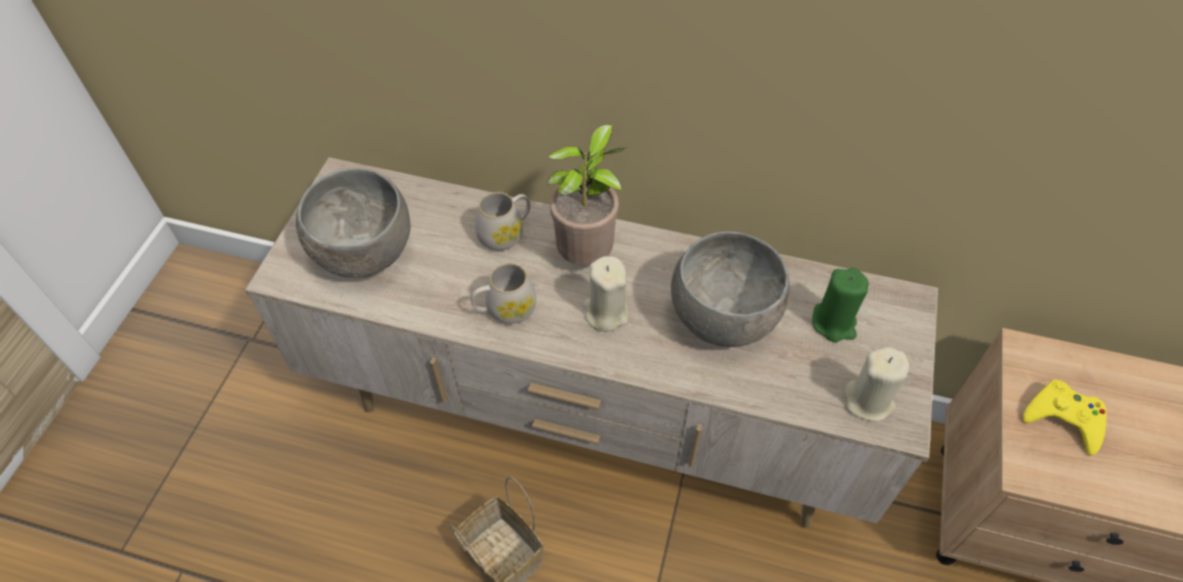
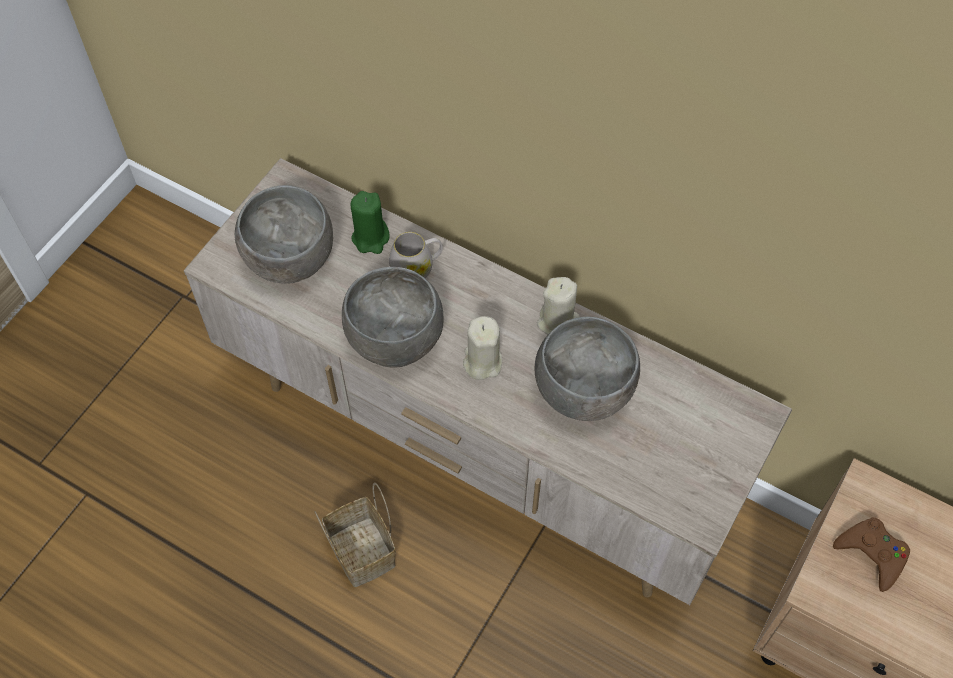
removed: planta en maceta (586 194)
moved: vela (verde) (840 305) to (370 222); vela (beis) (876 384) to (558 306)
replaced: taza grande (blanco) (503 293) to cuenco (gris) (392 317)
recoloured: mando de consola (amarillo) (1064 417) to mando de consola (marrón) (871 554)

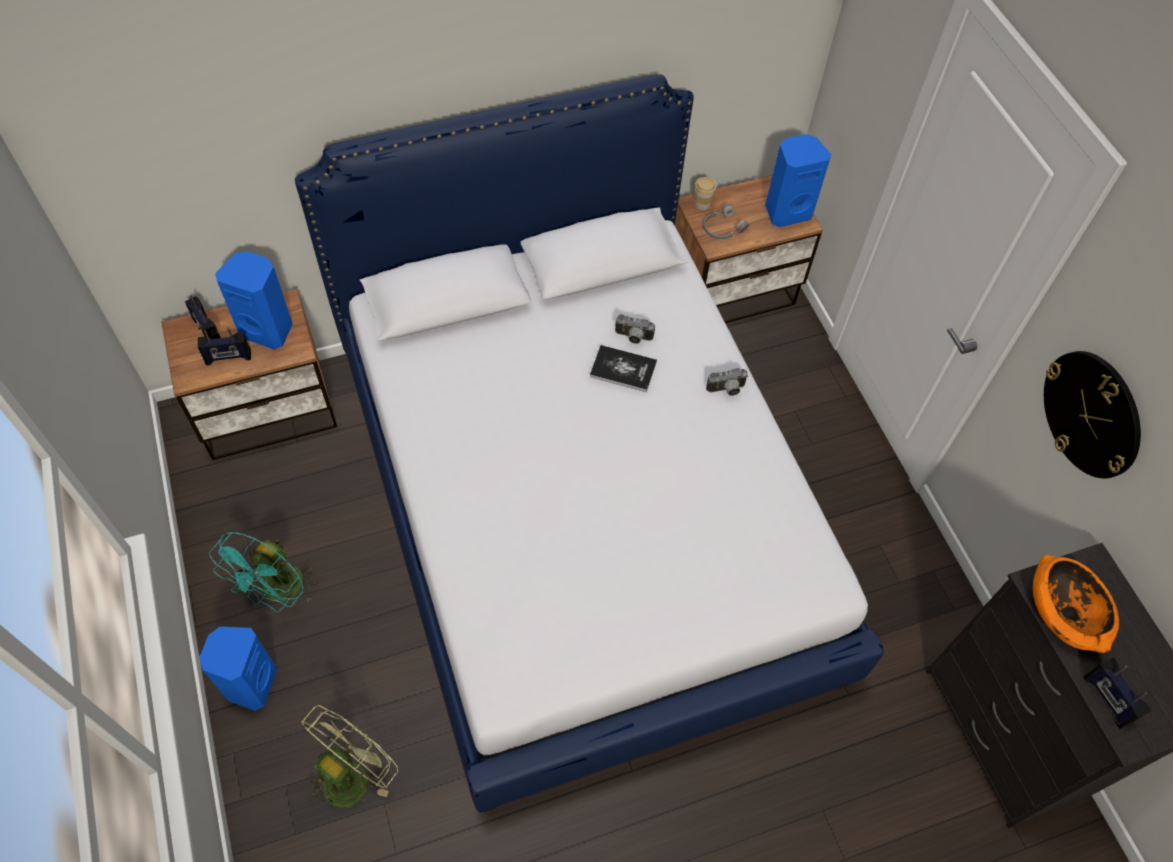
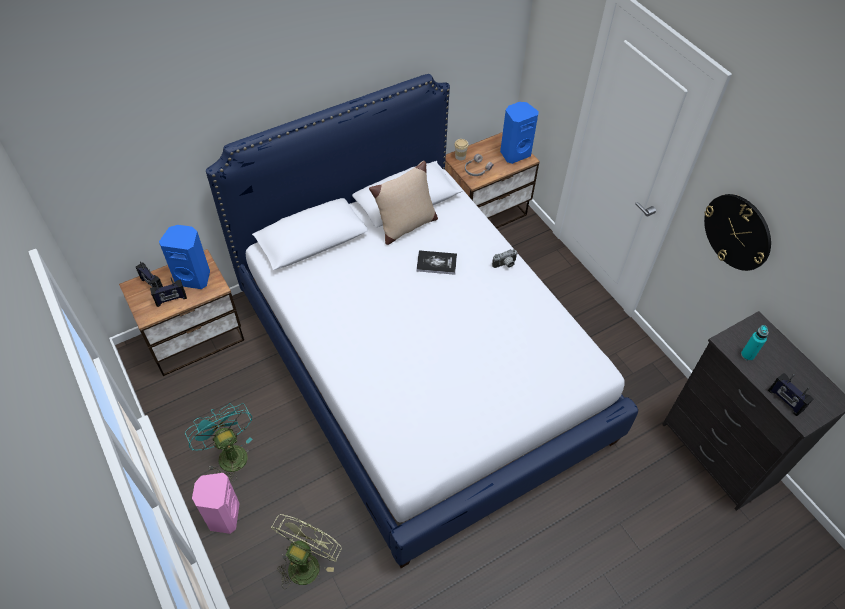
removed: cámara (635 329)
added: cojín (beis) (403 203)
replaced: cuenco (naranja) (1076 604) to botella (turquesa) (755 343)
recoloured: altavoz (azul) (238 668) to altavoz (rosa) (216 503)
turned: ventilador (turquesa) (263 572) = (218 442) 135 degrees clockwise

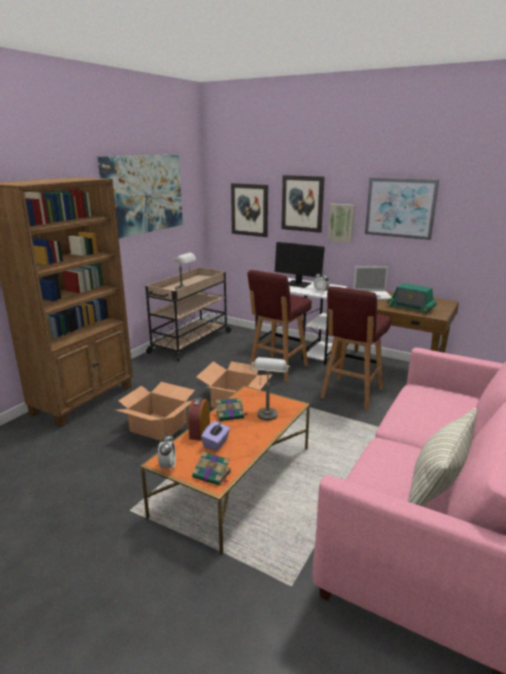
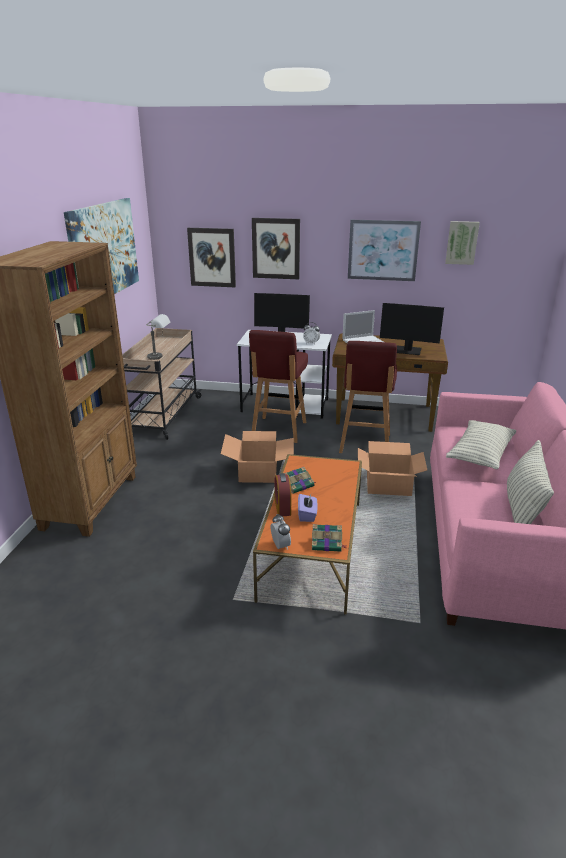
removed: lámpara de mesa (gris) (270 389)
added: cojín (481 444)
moved: caja de cartón (155 412) to (392 468); cuadro (341 223) to (462 243)
replaced: radio (412 298) to monitor (412 329)

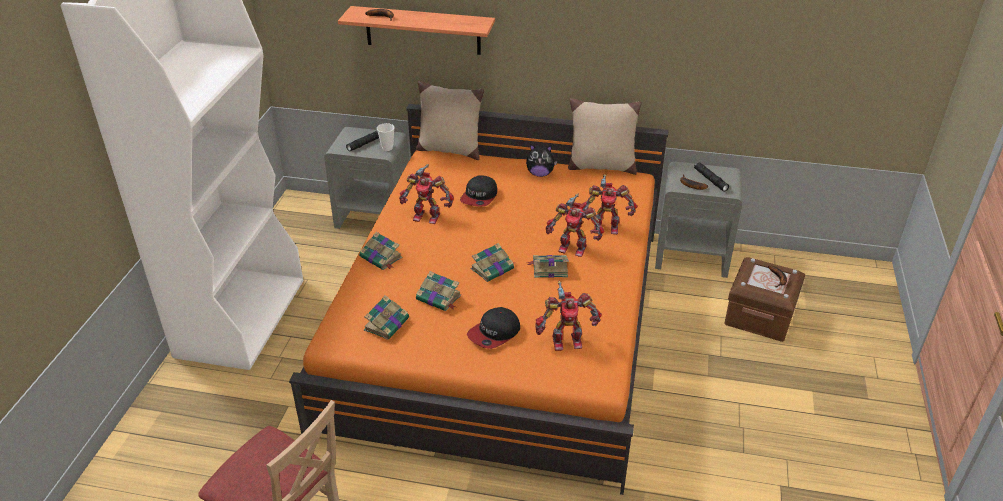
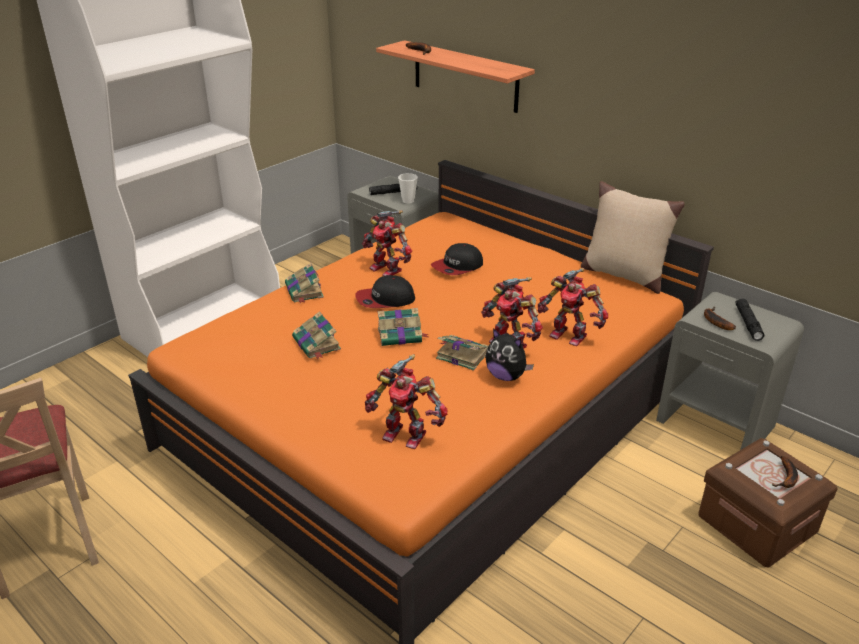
removed: libro (386 317); cojín (beis) (450 120)
moved: gorra (493 328) to (385 291); peluche (541 160) to (509 354)

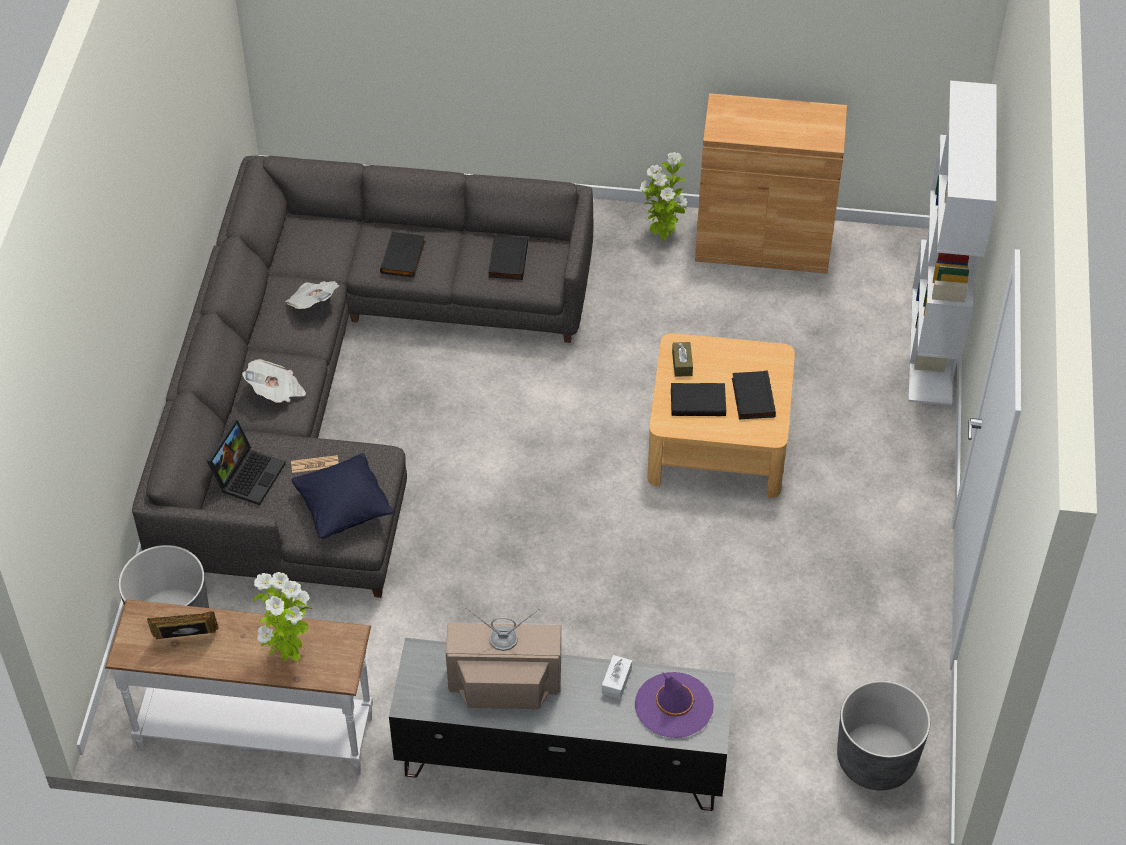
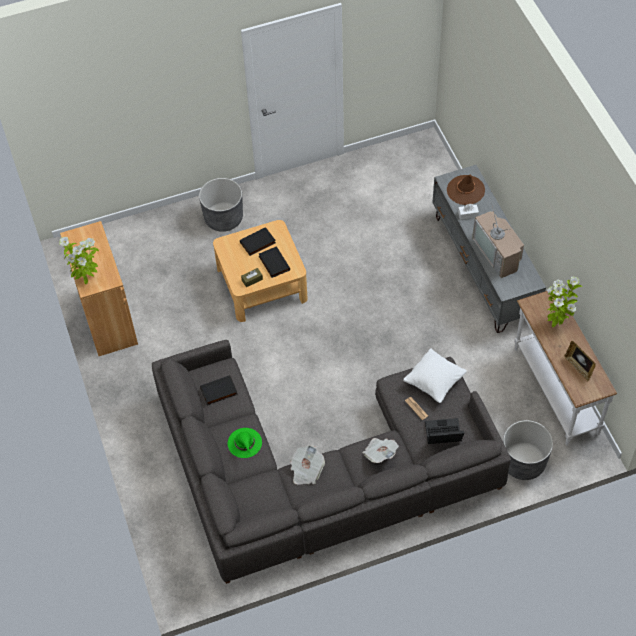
removed: estantería (blanco) (952 243)
moved: planta en maceta (664 196) to (79 261); maceta (gris) (883 735) to (221 205)
replaced: libro (negro) (402 254) to sombrero (verde) (245 443)
recoloured: cojín (negro) (342 496) to cojín (blanco) (435 375); sombrero (morado) (674 705) to sombrero (marrón) (466 190)

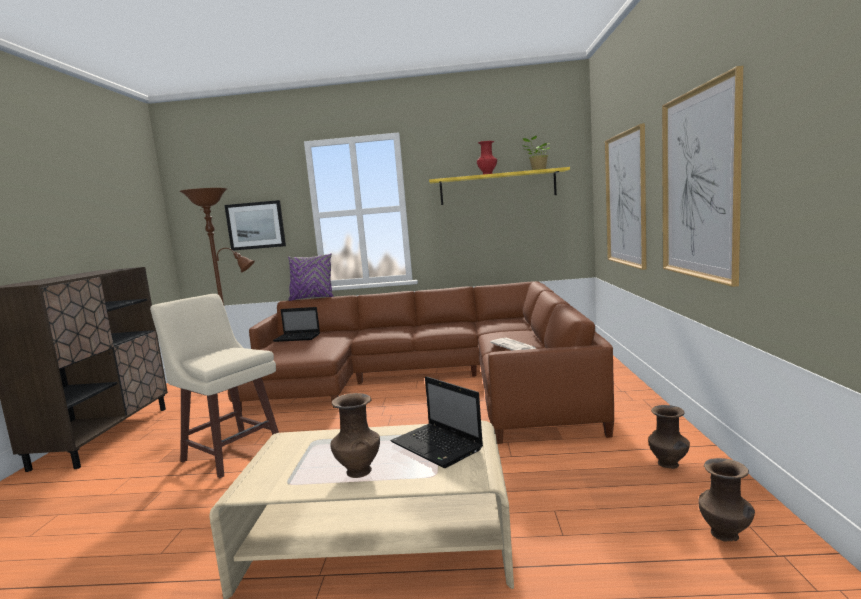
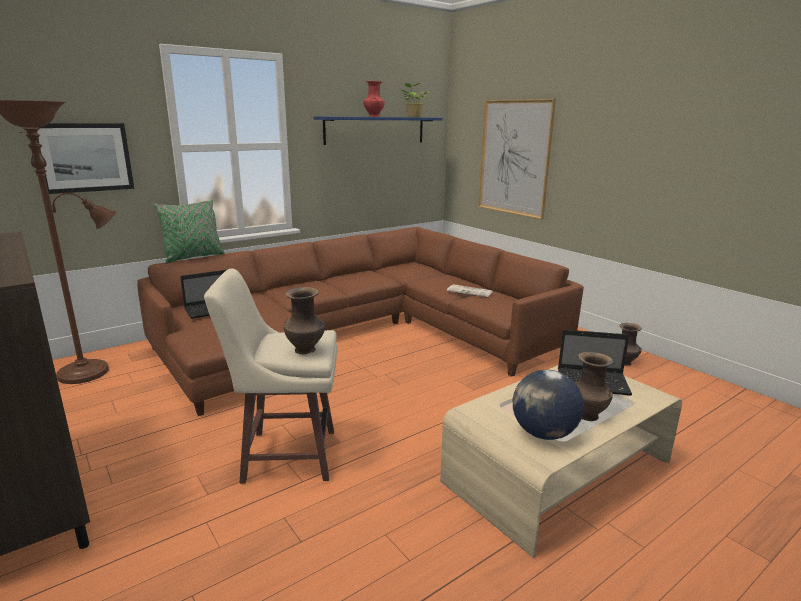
removed: cuadro (702 176)
added: globo terráqueo (548 405)
moved: florero (marrón) (727 500) to (304 320)
recoloured: cojín (morado) (310 277) to cojín (verde) (189 232); estante (amarillo) (499 186) to estante (azul) (378 130)

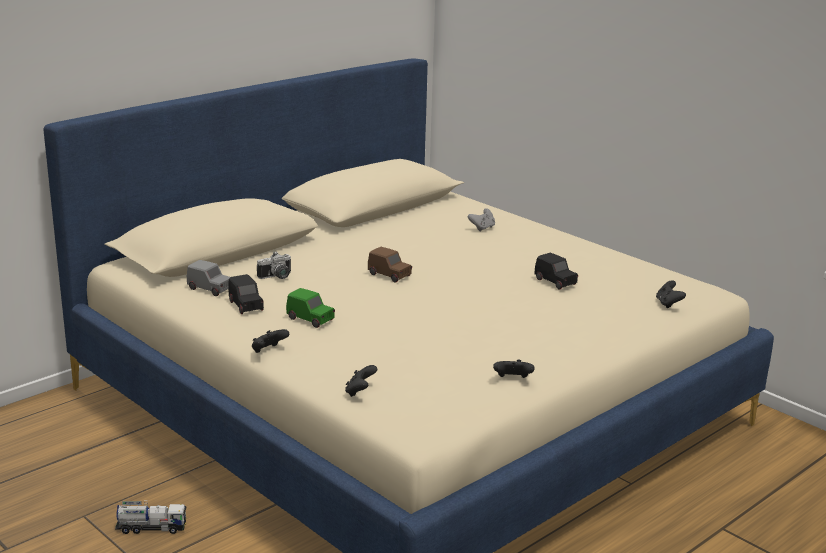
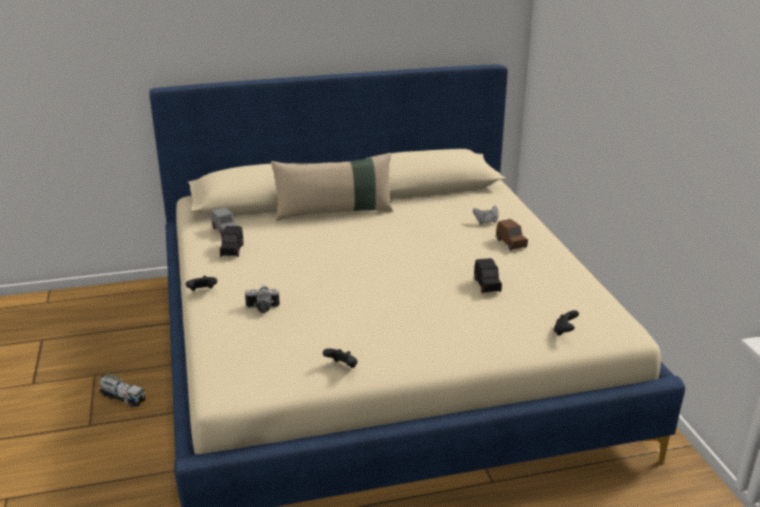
removed: coche de juguete (verde) (310 308); mando de consola (negro) (361 381)
added: cojín (beis) (332 186)
moved: cámara (274 265) to (262 299); coche de juguete (marrón) (390 264) to (512 235)

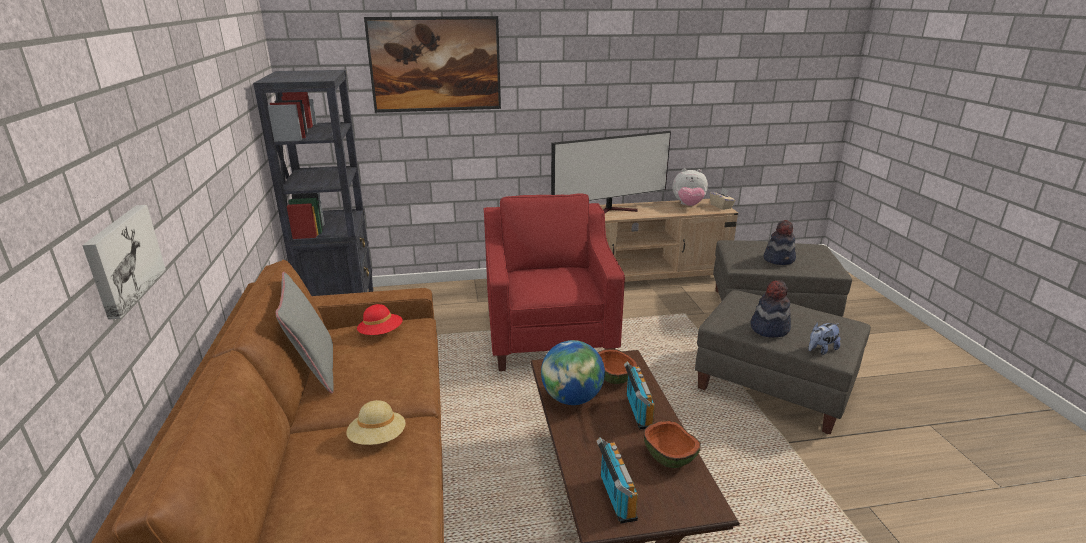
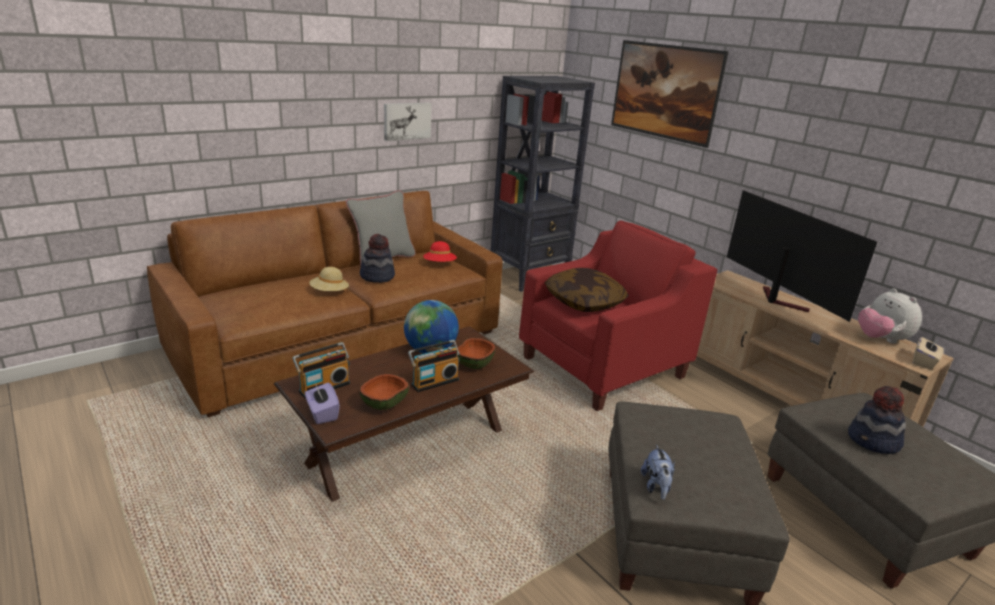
added: caja de pañuelos (morado) (322 403); cojín (587 290)
moved: cuadro (124 262) to (408 122); sombrero (771 309) to (377 258)
turned: televisor (611 172) = (802 256) 150 degrees counterclockwise; peluche (824 338) = (658 472) 120 degrees counterclockwise

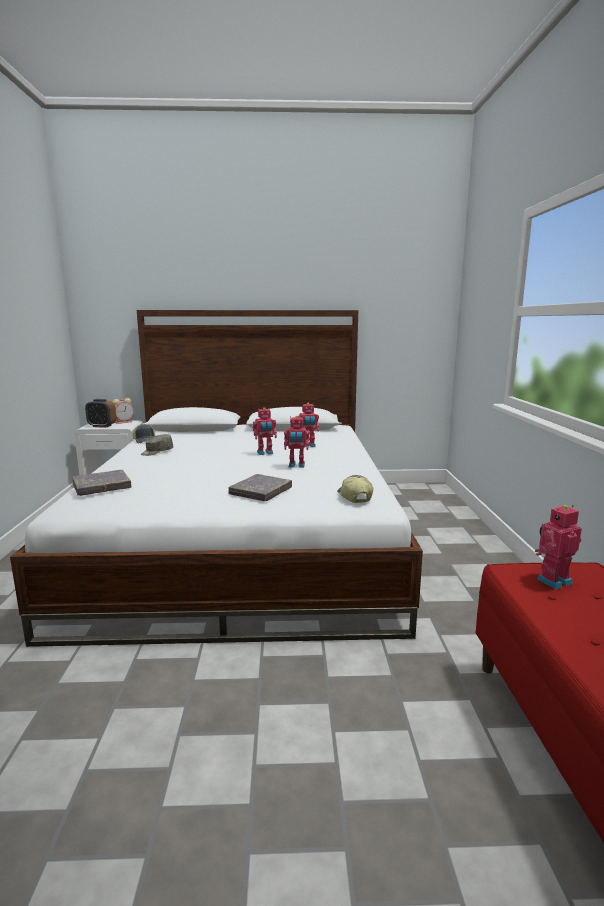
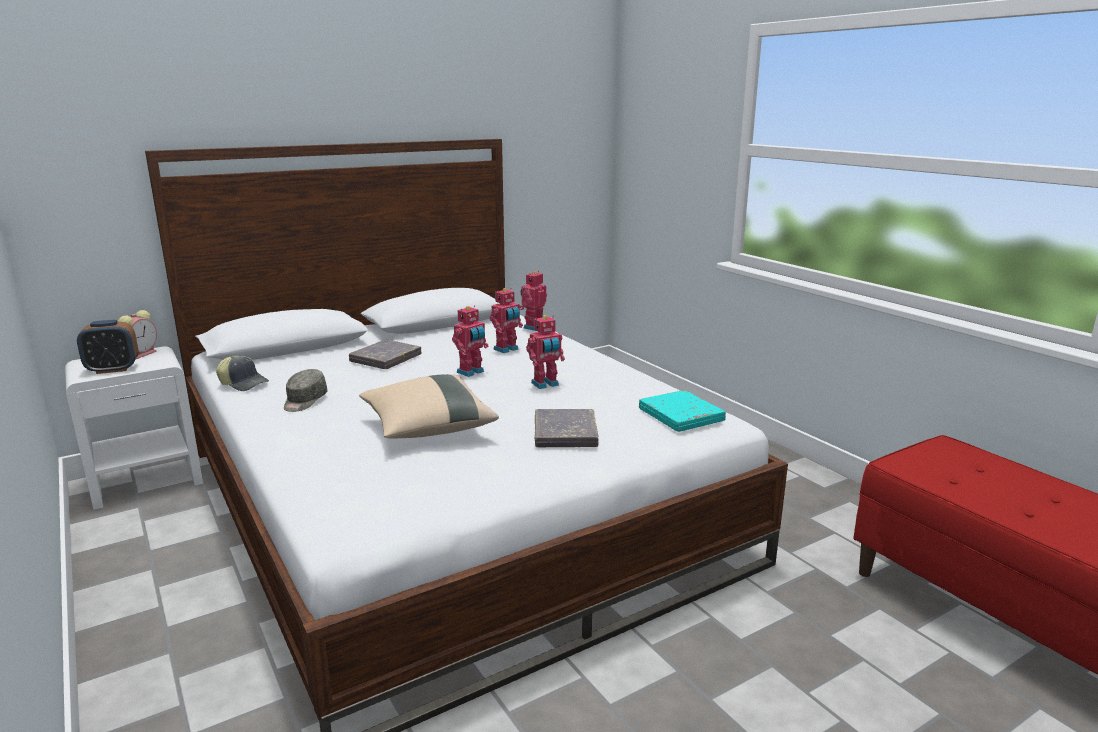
added: cojín (beis) (429 406)
moved: libro (gris) (101 483) to (385 354); robot de juguete (558 547) to (533 301)
replaced: gorra (355 489) to libro (turquesa) (682 411)

